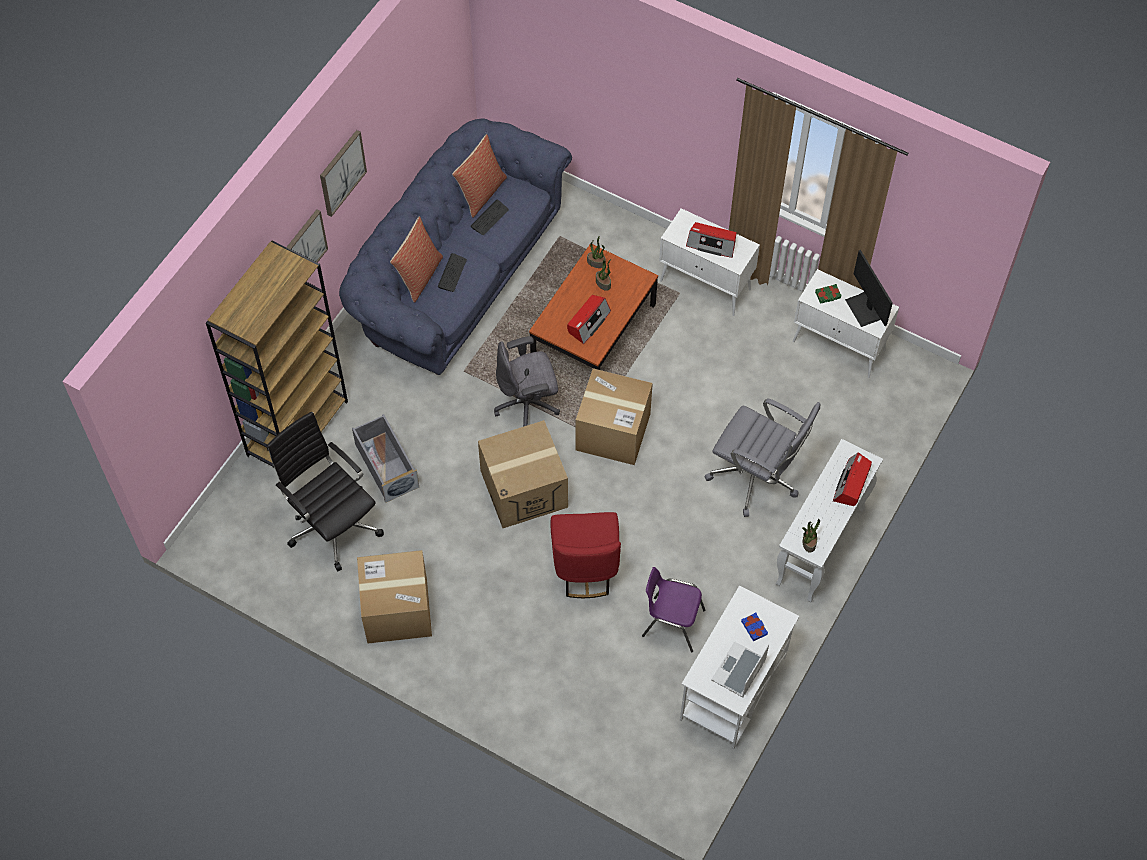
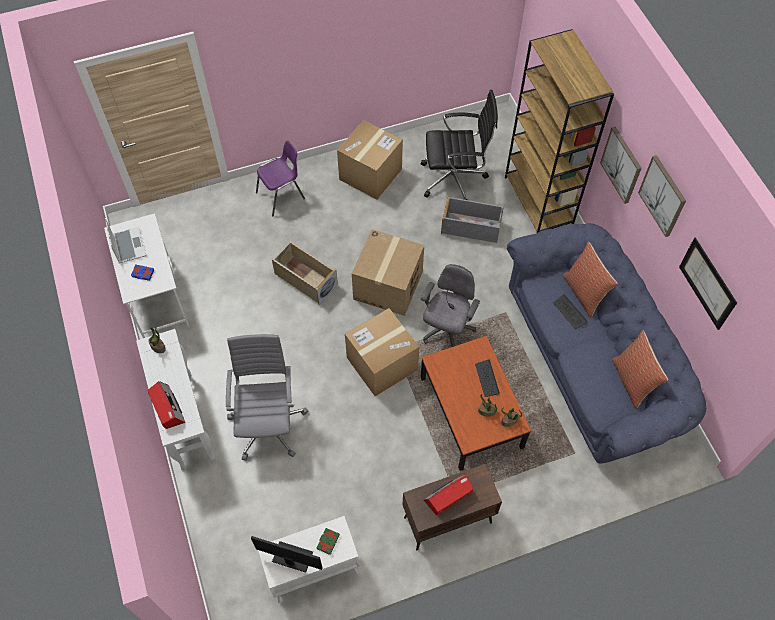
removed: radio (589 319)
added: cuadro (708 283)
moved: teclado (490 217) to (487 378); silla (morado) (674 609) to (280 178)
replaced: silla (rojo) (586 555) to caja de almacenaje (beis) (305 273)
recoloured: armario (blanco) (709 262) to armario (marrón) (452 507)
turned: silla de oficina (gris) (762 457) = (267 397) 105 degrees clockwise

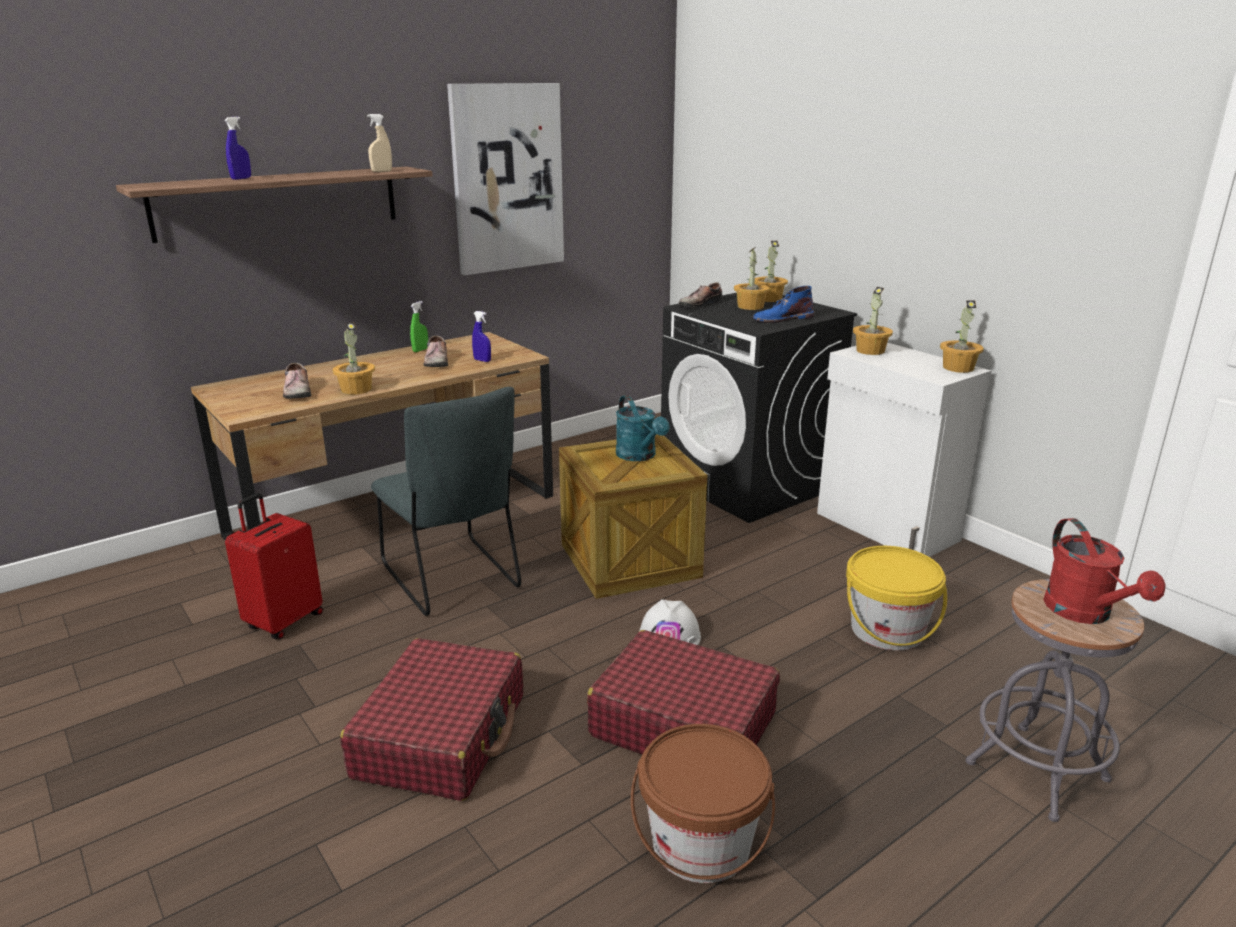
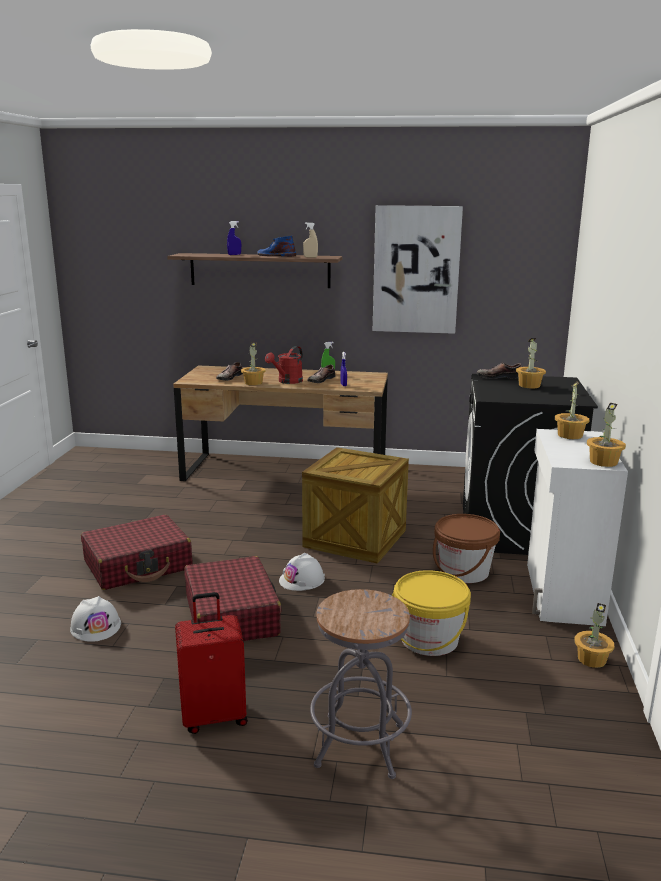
removed: silla (gris) (446 501); regadera (turquesa) (642 428)
added: casco (blanco) (95 619)
moved: maleta (rojo) (274 566) to (211 663); cubo (marrón) (703 803) to (466 548); bota (azul) (783 304) to (276 246); planta en maceta (771 271) to (594 635); regadera (rojo) (1104 571) to (284 365)

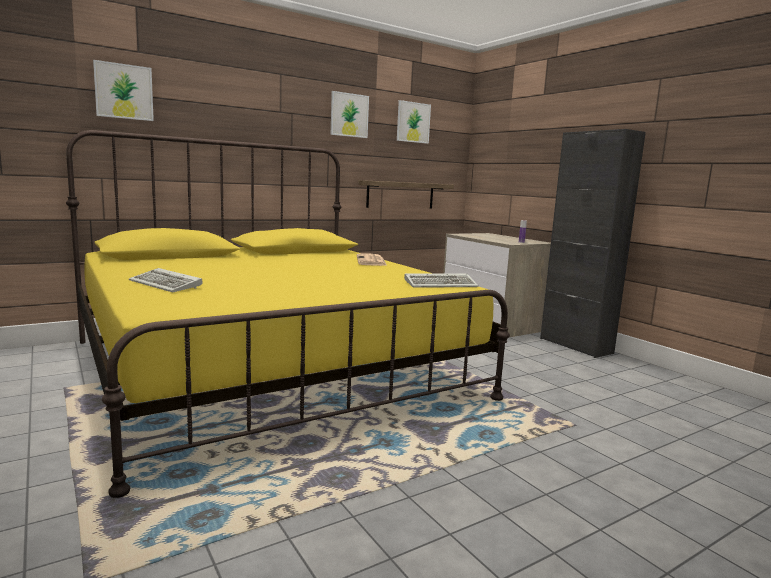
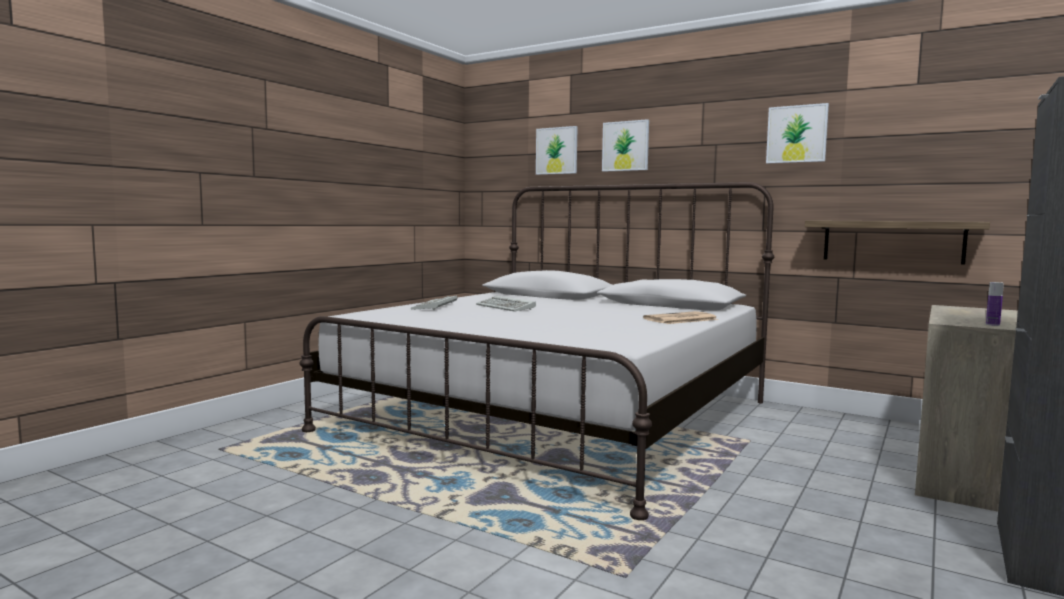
moved: cuadro (414 122) to (625 145); teclado (441 281) to (506 304)
recoloured: cama (amarillo) (288 314) to cama (blanco) (536 351)

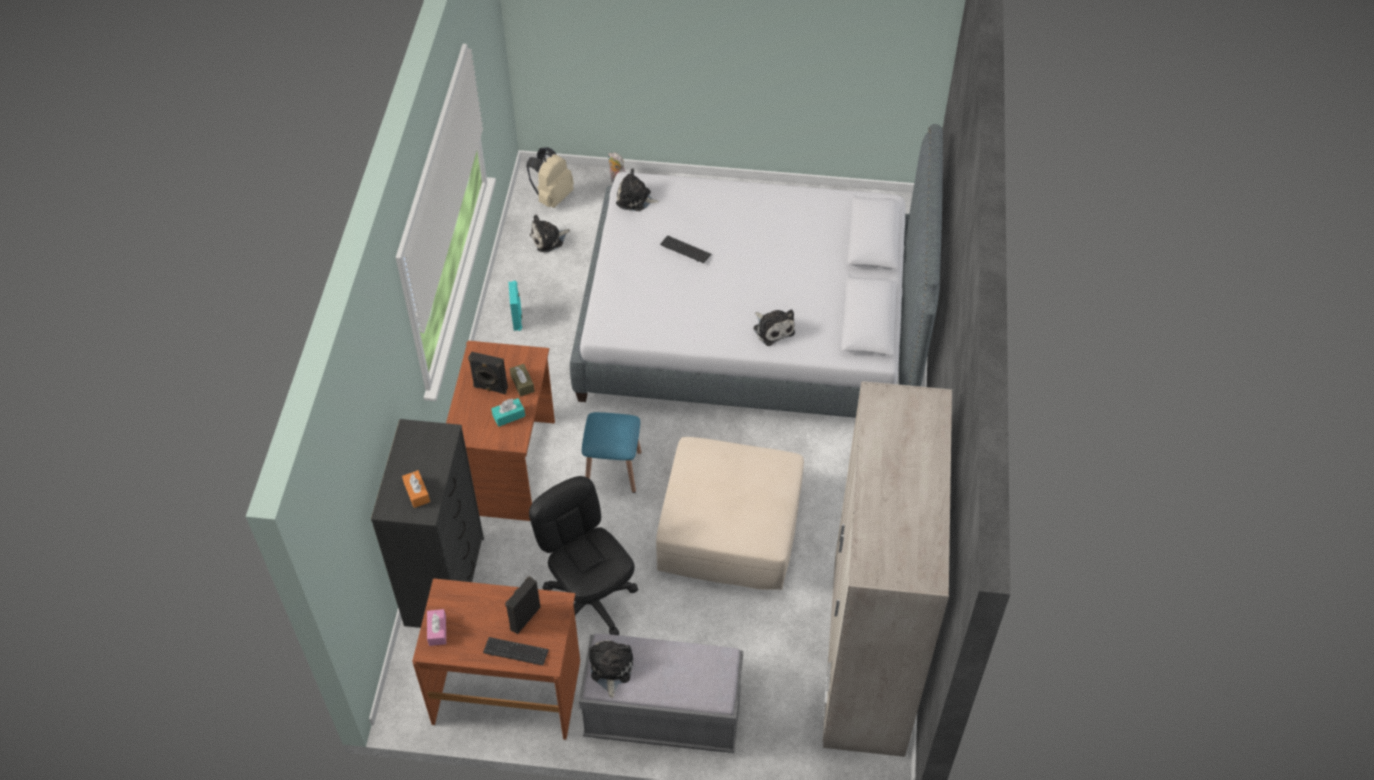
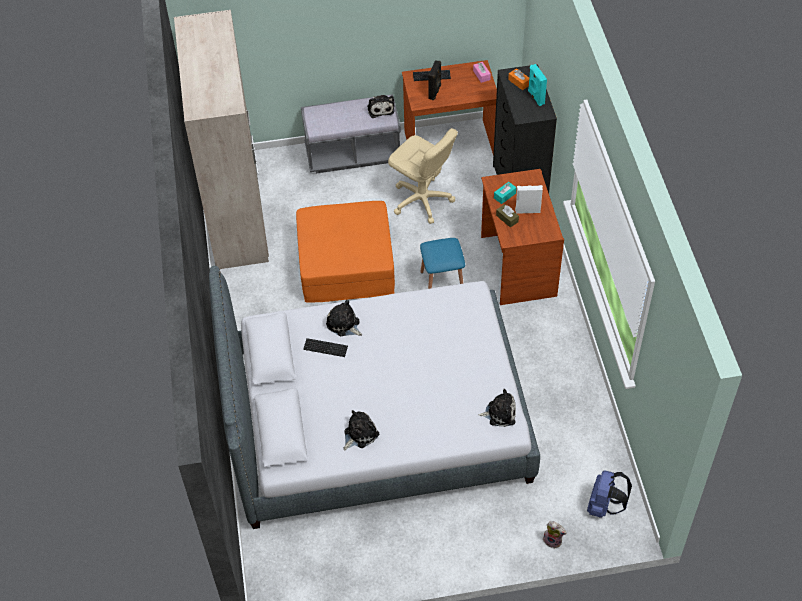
moved: altavoz (turquesa) (515 306) to (537 85); peluche (550 234) to (361 430); teclado (685 249) to (325 347)
recoloured: altavoz (negro) (488 373) to altavoz (blanco) (529 199); mochila (beis) (550 177) to mochila (azul) (609 494); silla de oficina (negro) (583 555) to silla de oficina (beis) (423 176); puf (beis) (730 513) to puf (naranja) (345 251)

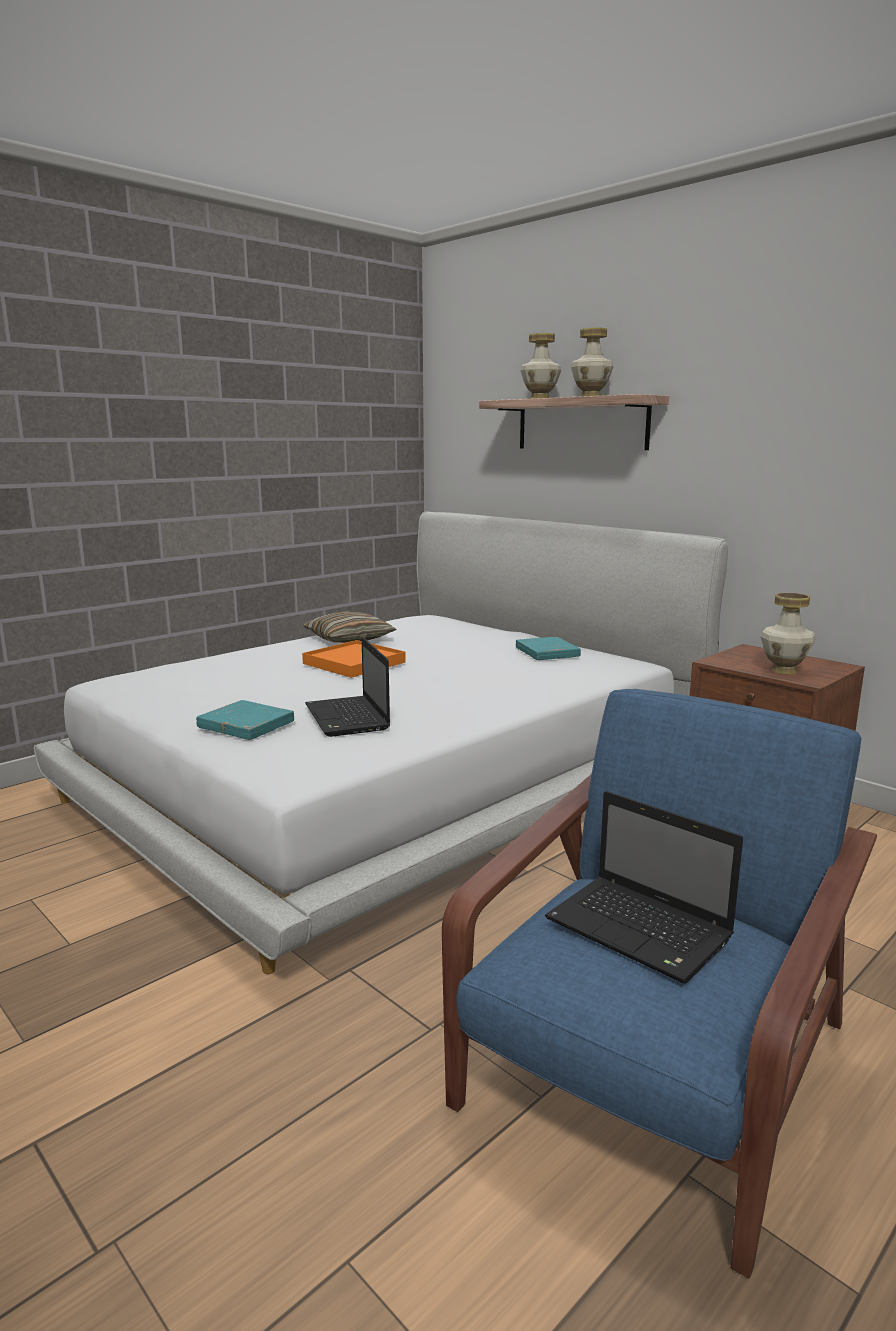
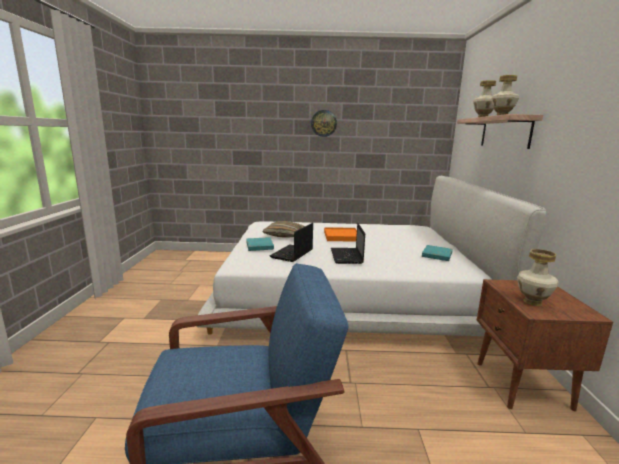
added: reloj de pared (324 123)
moved: cojín (350 627) to (284 229); portátil (644 887) to (348 243)

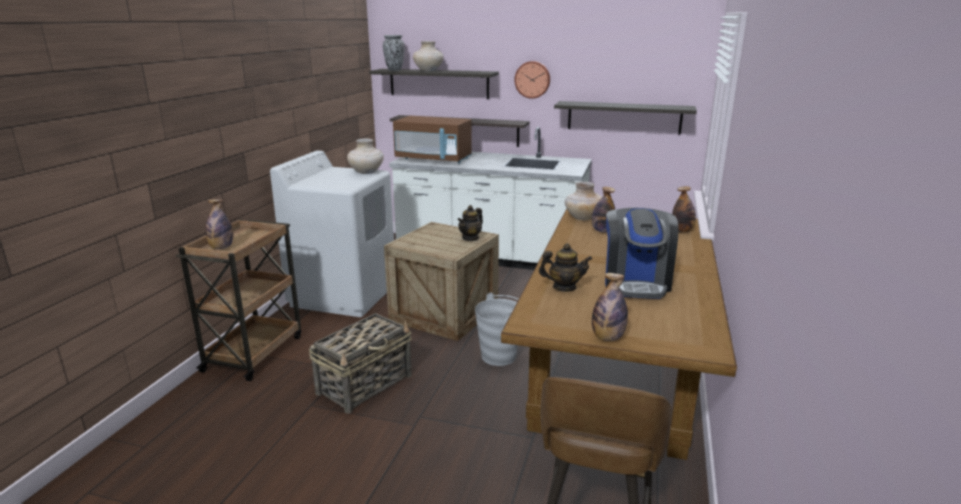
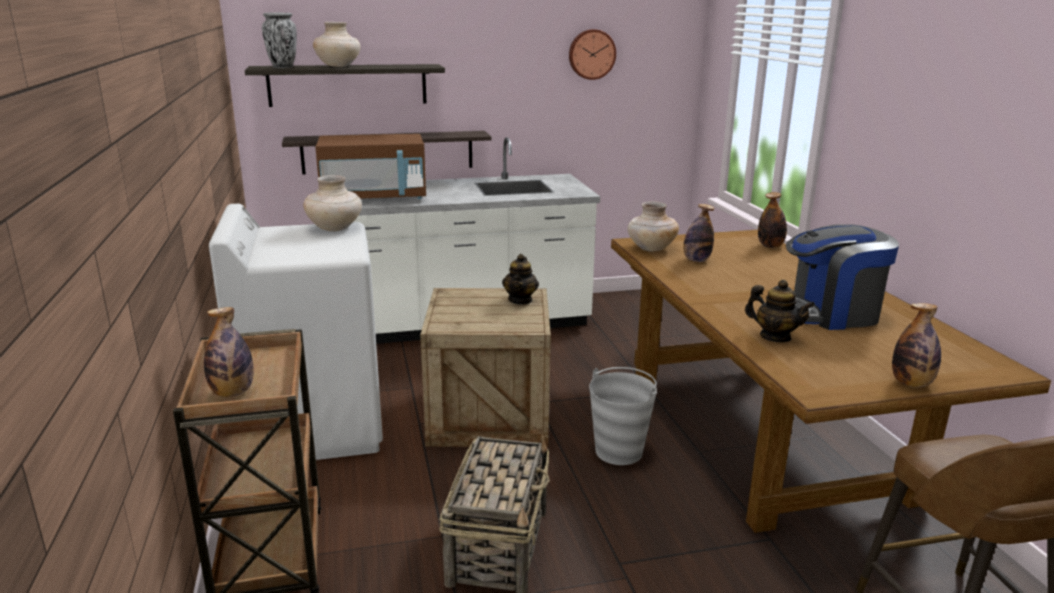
removed: estante (625 118)
moved: reloj de pared (532 80) to (592 54)
turned: tetera (565 267) = (780 311) 60 degrees clockwise; cafetera (641 253) = (842 277) 105 degrees clockwise

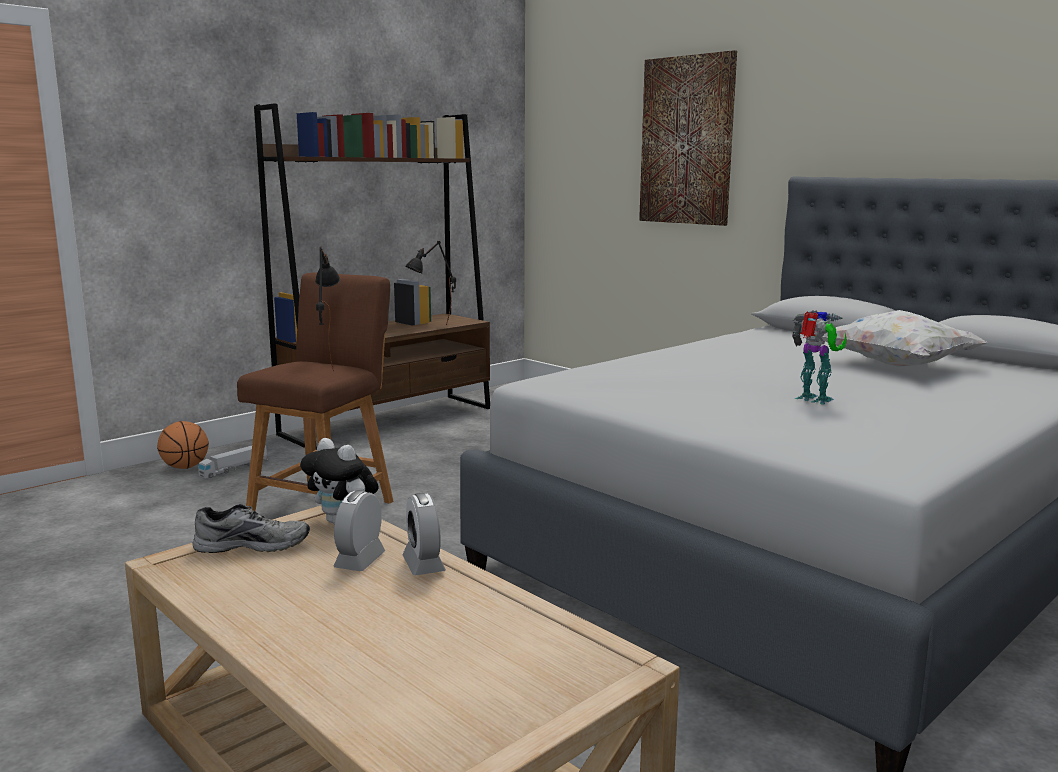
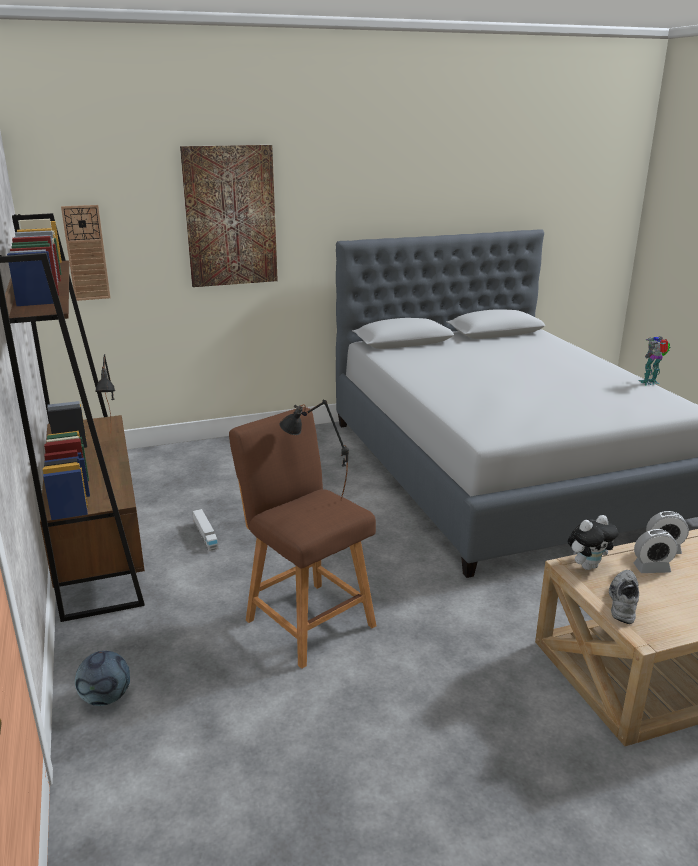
removed: cojín (blanco) (904 338)
added: reloj de pared (85 253)
moved: camión de juguete (233 461) to (205 530); robot de juguete (819 357) to (654 361)
replaced: balón de baloncesto (183 445) to balón de fútbol (102 678)
turned: despertador (359 530) = (655 551) 45 degrees counterclockwise

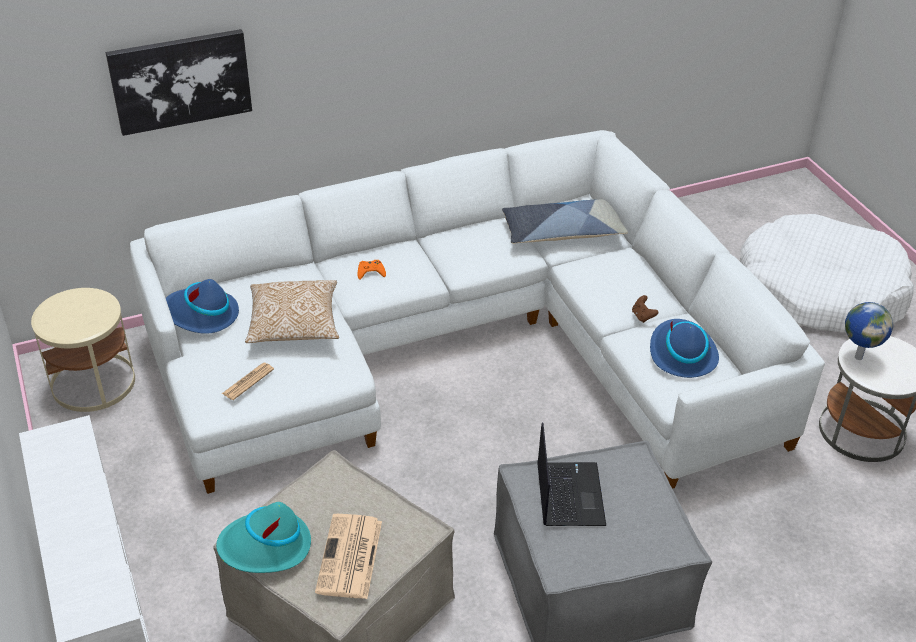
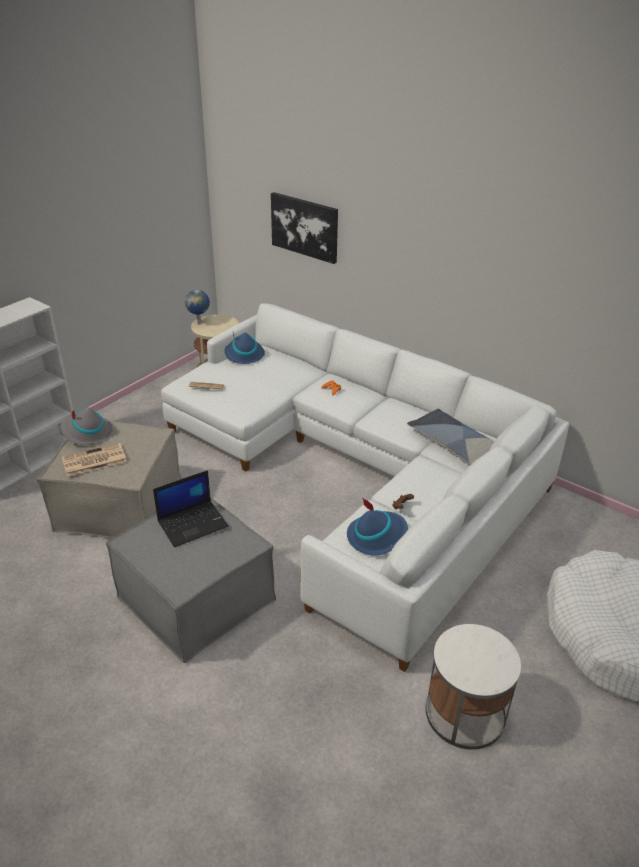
removed: cojín (292 311)
moved: globo terráqueo (869 331) to (197 307)
recoloured: sombrero (turquesa) (263 537) to sombrero (gris) (87 426)

